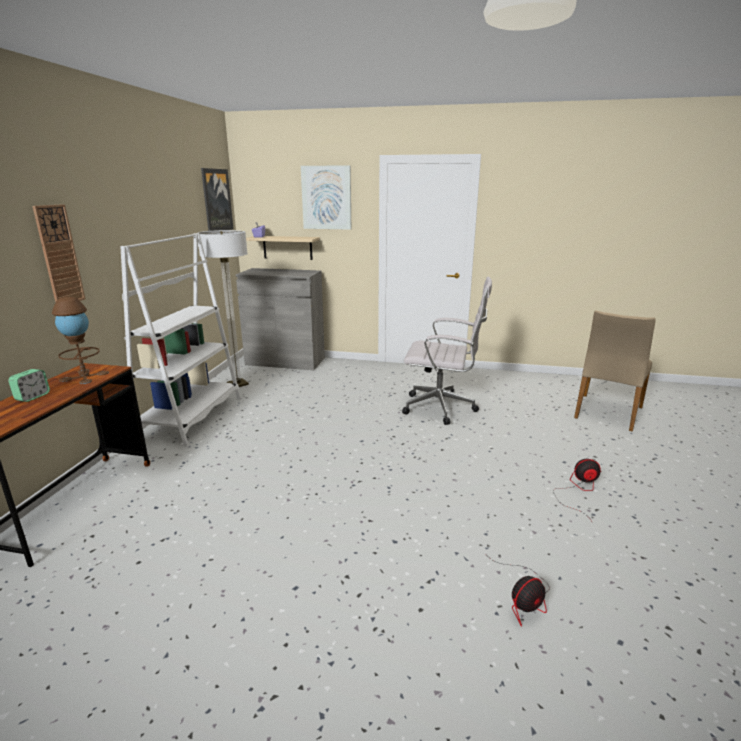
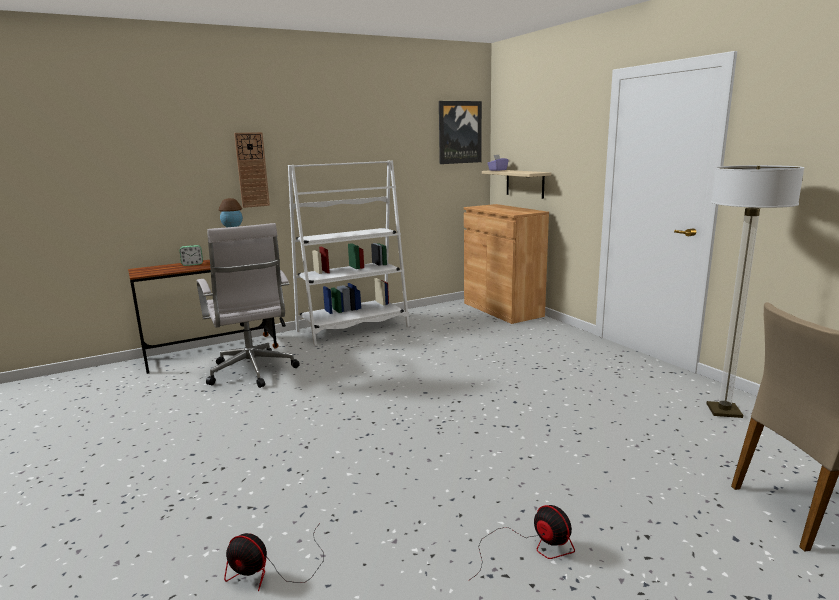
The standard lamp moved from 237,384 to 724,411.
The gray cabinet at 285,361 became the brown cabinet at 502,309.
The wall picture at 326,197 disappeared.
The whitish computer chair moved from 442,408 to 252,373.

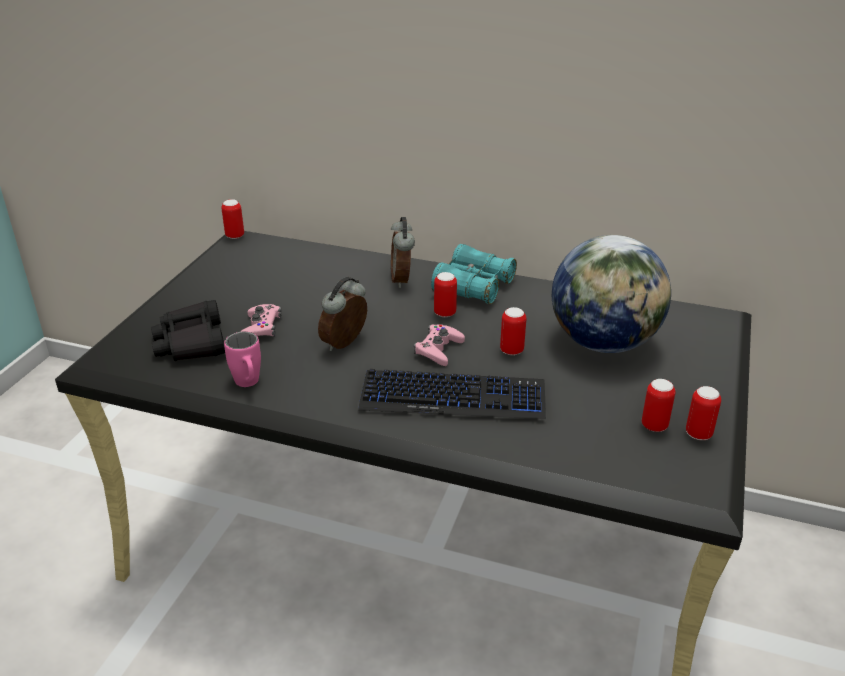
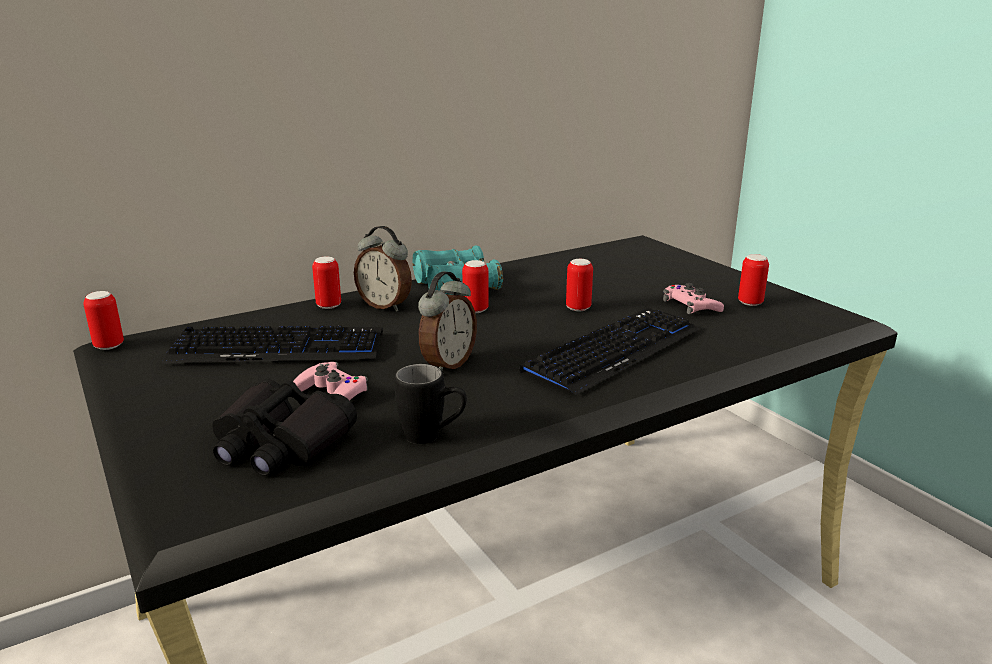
The pink-coloured mug at 248,385 became the black-coloured mug at 432,437.
The alarm clock at 346,344 turned 135 degrees counterclockwise.
The pink-coloured game controller moved from 438,349 to 691,306.
The world globe at 604,343 disappeared.
The sealed can moved from 698,434 to 329,305.
The keyboard at 278,349 appeared.

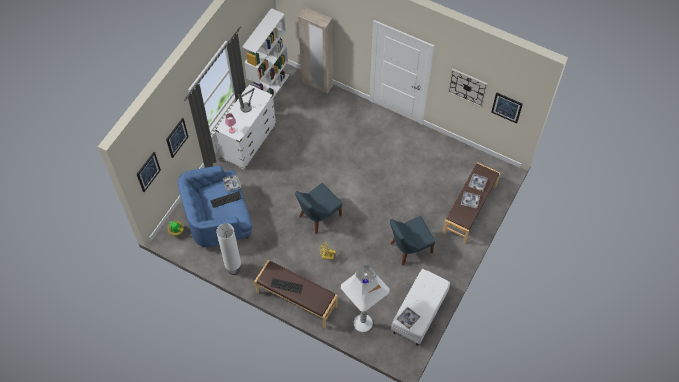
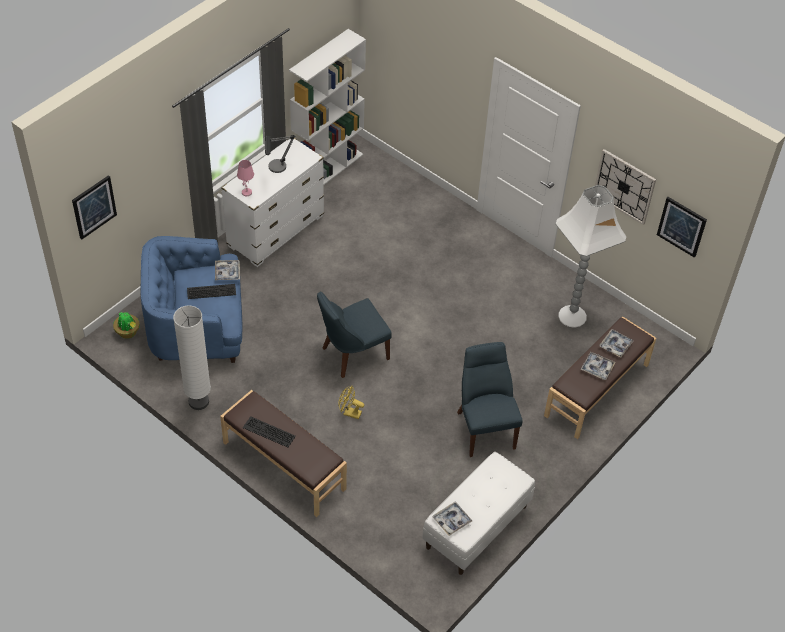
The wall picture at 176,137 disappeared.
The beige clothes cupboard at 317,84 disappeared.
The whitish standard lamp moved from 363,323 to 573,316.
The blue-coloured chair at 409,248 turned 90 degrees clockwise.

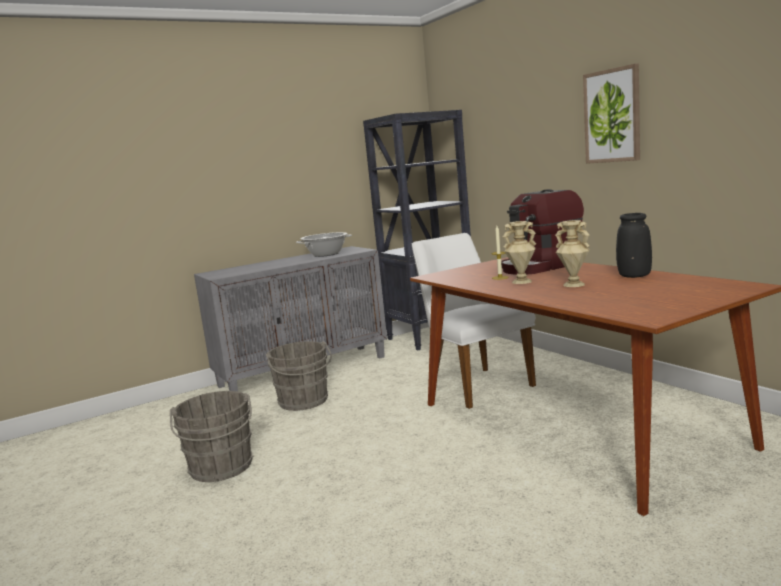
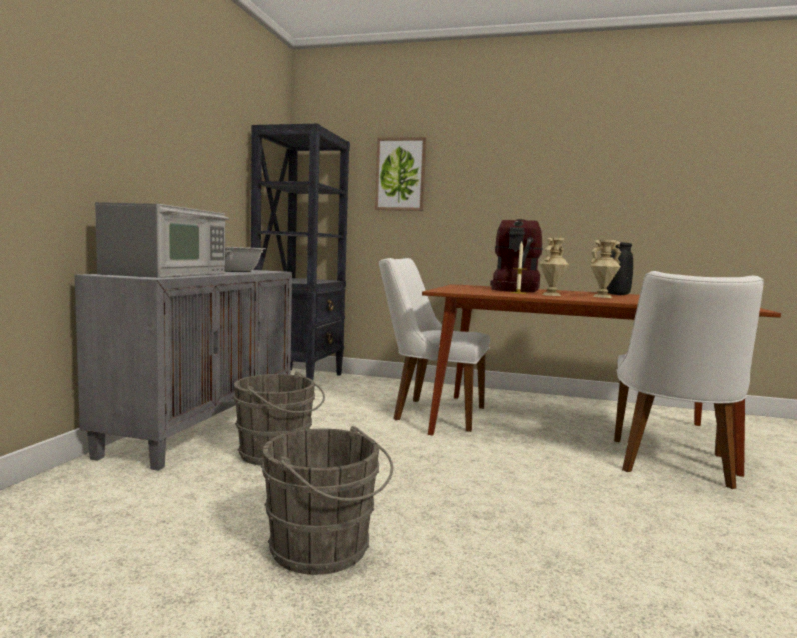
The wall picture moved from 612,116 to 400,174.
The microwave oven at 169,274 appeared.
The whitish chair at 672,466 appeared.

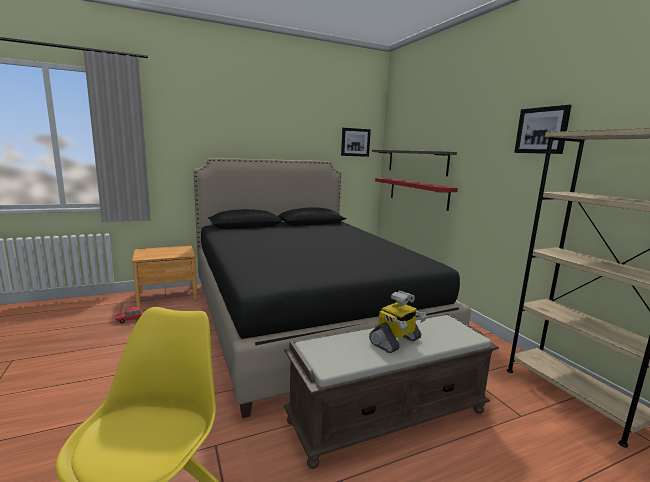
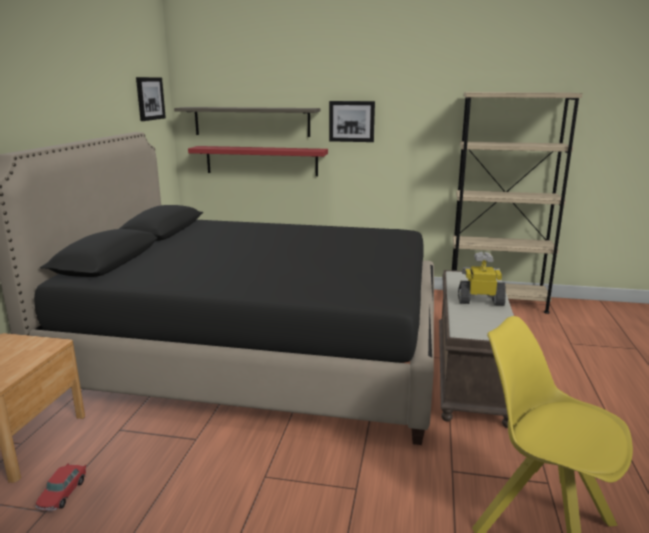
The toy robot at 395,341 turned 75 degrees counterclockwise.
The wall picture moved from 542,130 to 351,121.

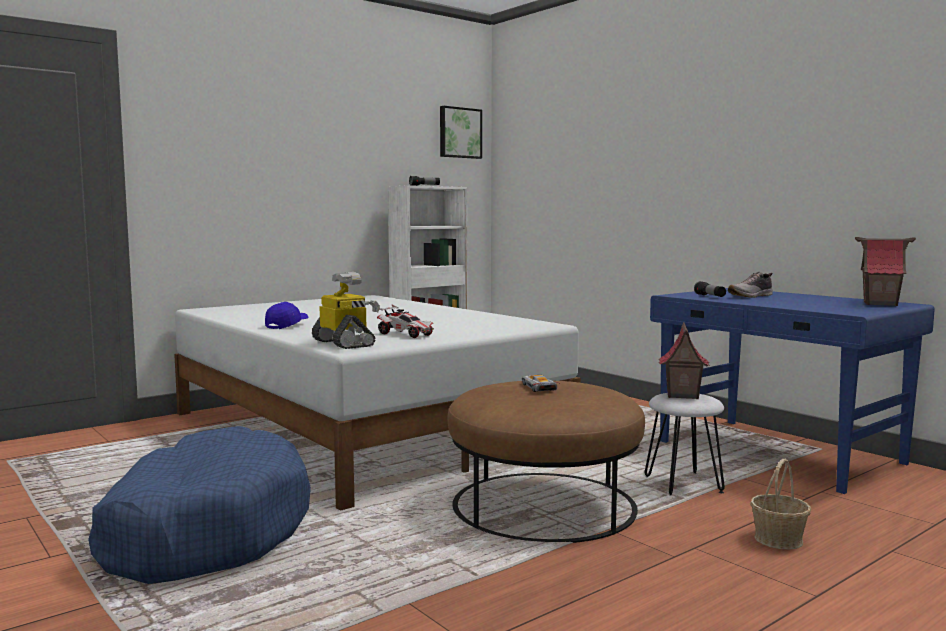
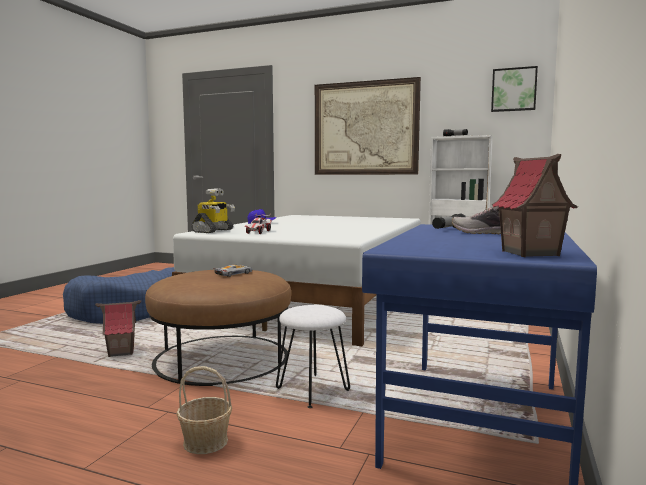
The miniature house moved from 682,395 to 121,353.
The wall picture at 365,128 appeared.

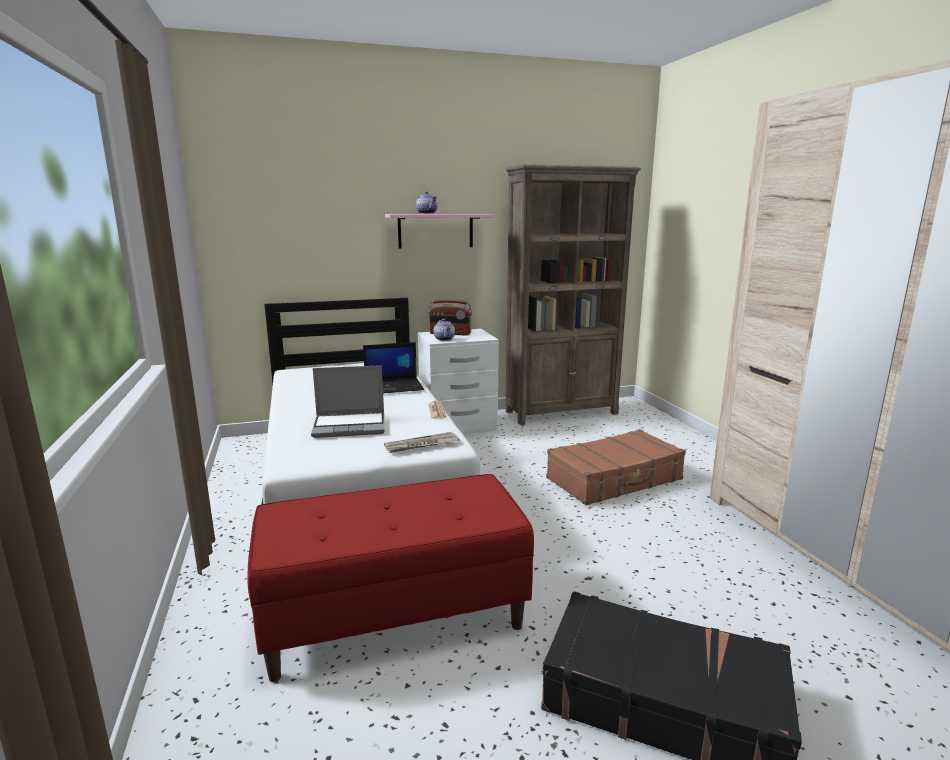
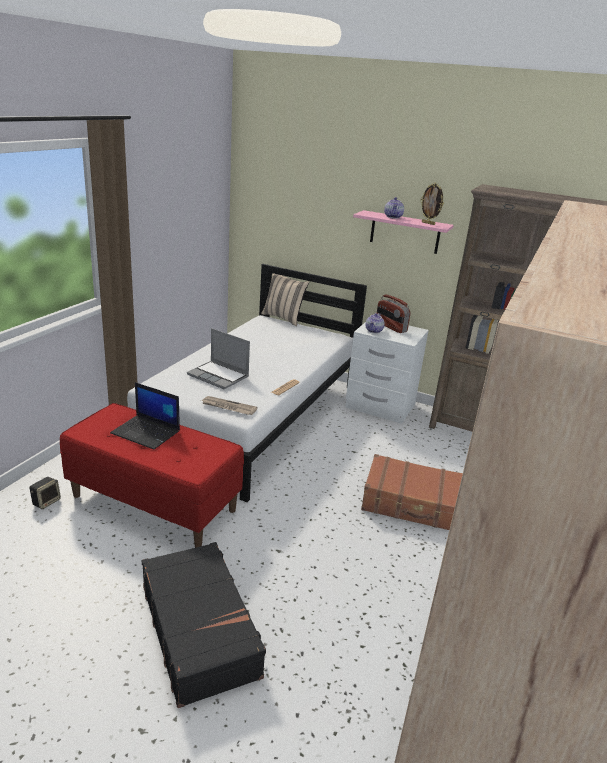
The portable computer moved from 394,386 to 147,432.
The loudspeaker at 46,501 appeared.
The beige pillow at 283,318 appeared.
The picture frame at 428,223 appeared.

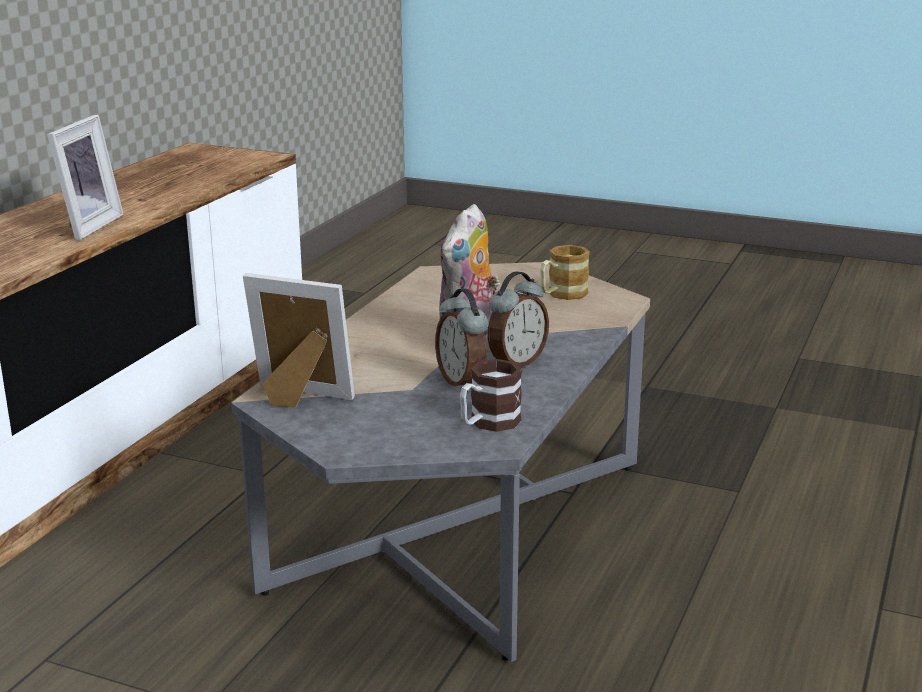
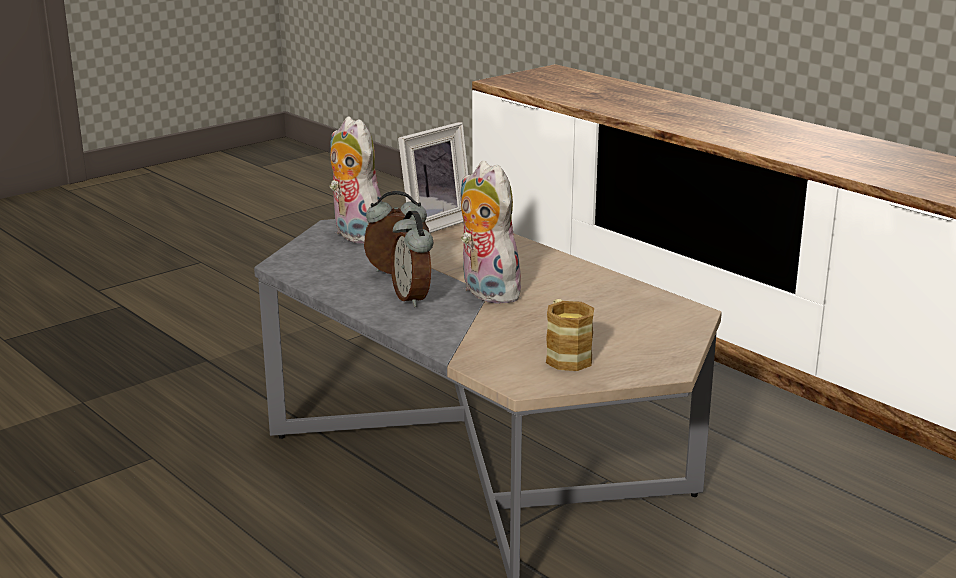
The picture frame at 85,226 disappeared.
The mug at 488,423 disappeared.
The plush toy at 354,235 appeared.

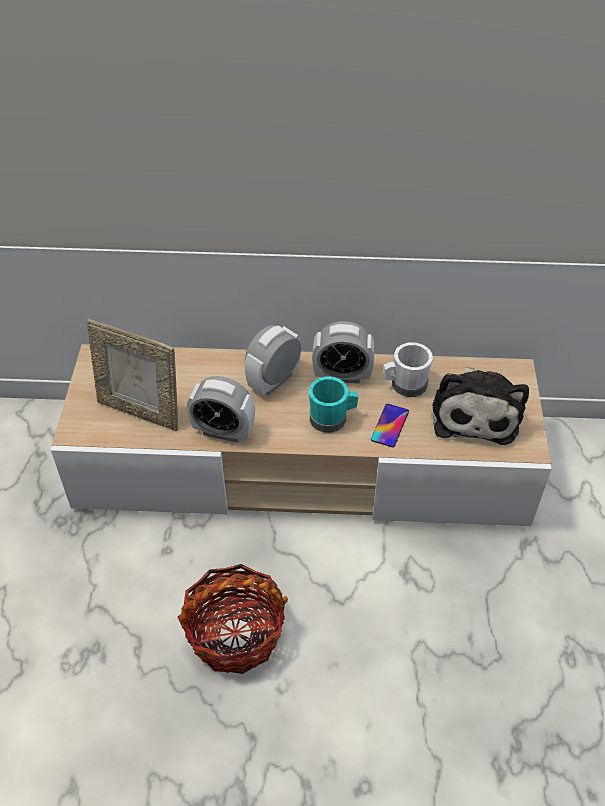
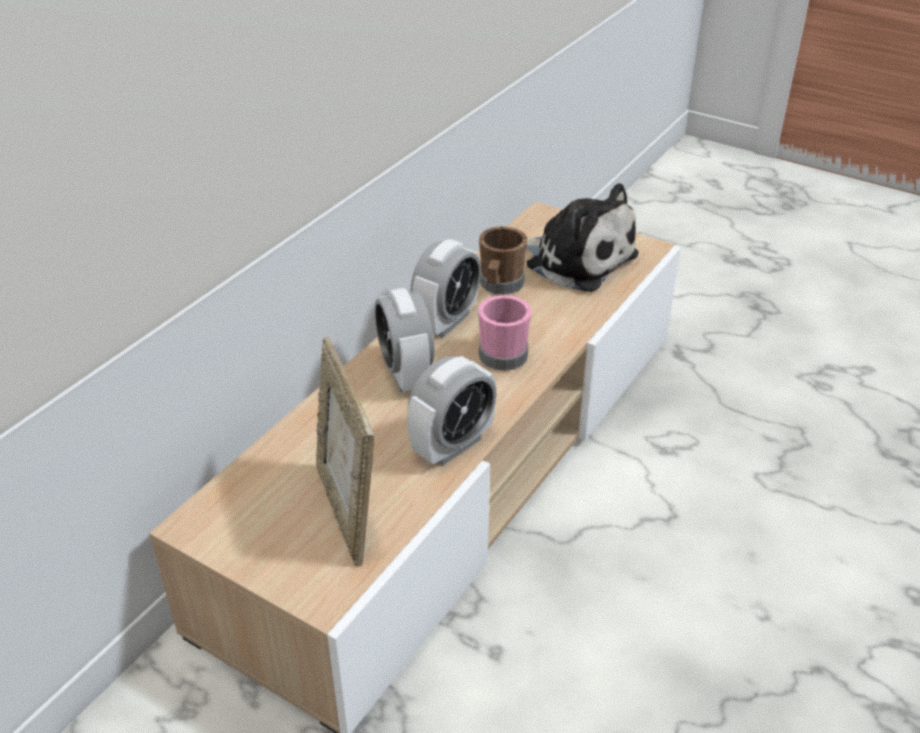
The picture frame at 141,411 turned 105 degrees clockwise.
The household basket at 235,633 disappeared.
The blue-green mug at 332,418 became the pink-coloured mug at 505,352.
The phone at 389,425 disappeared.
The whitish mug at 405,385 became the brown mug at 500,286.

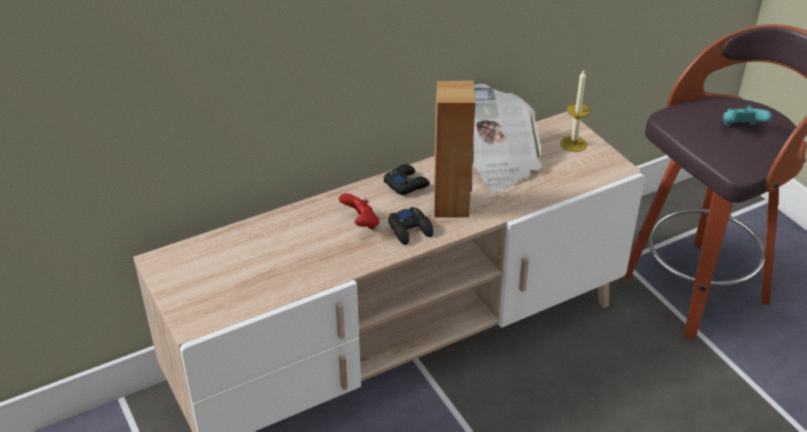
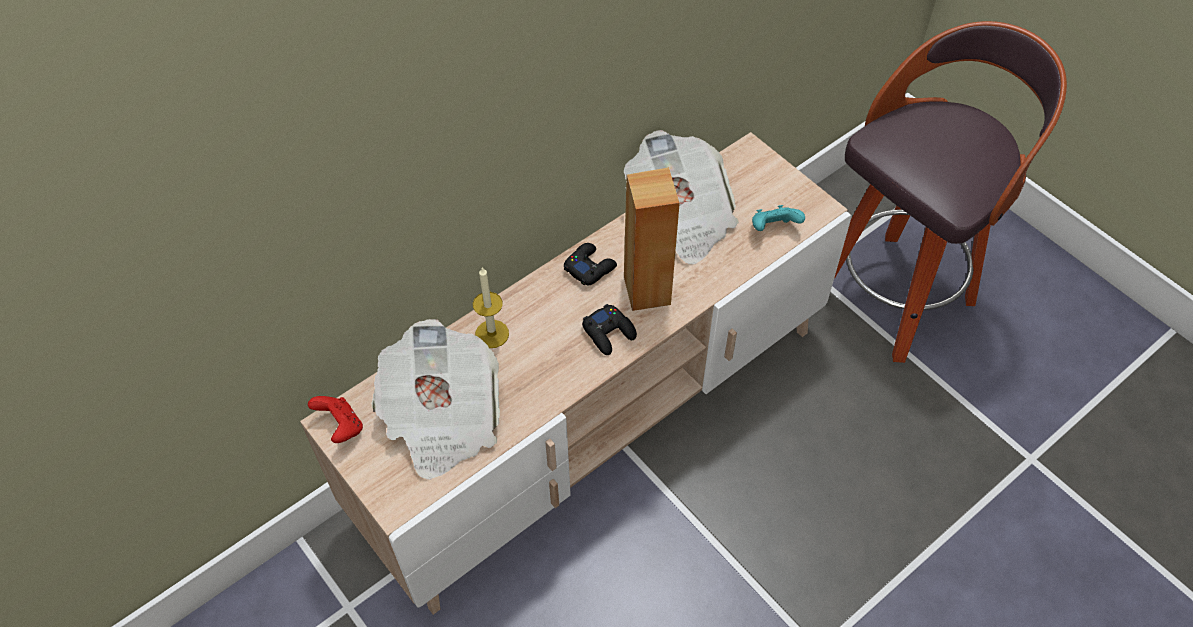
The reddish game controller moved from 361,223 to 341,427.
The candle moved from 573,144 to 492,334.
The blue-green game controller moved from 741,128 to 773,228.
The printed paper at 441,418 appeared.

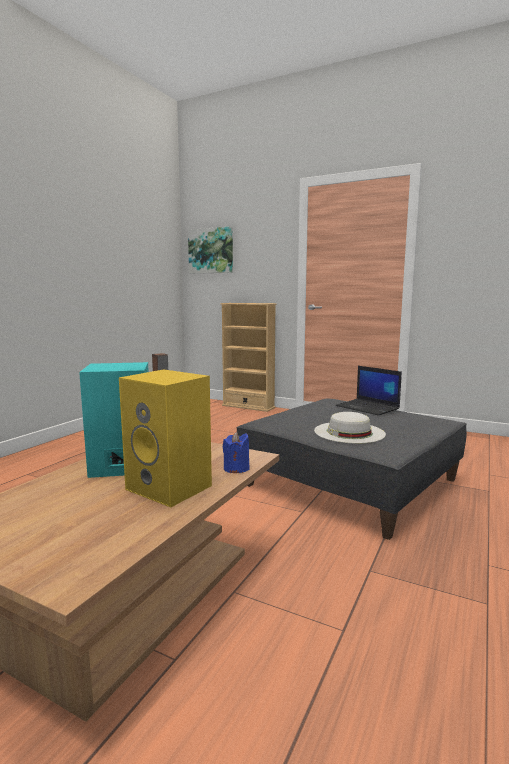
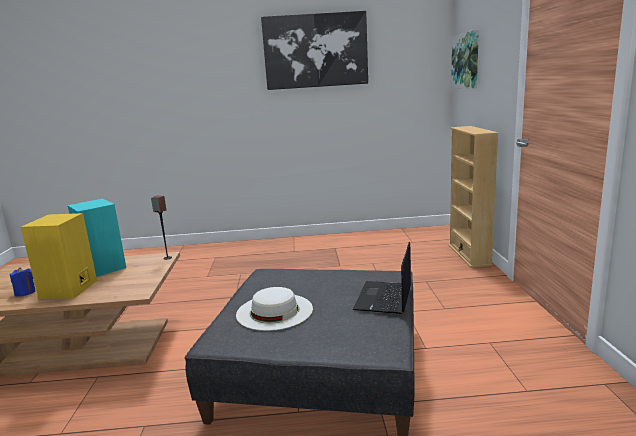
The blue-coloured candle moved from 236,468 to 25,292.
The wall picture at 315,51 appeared.

